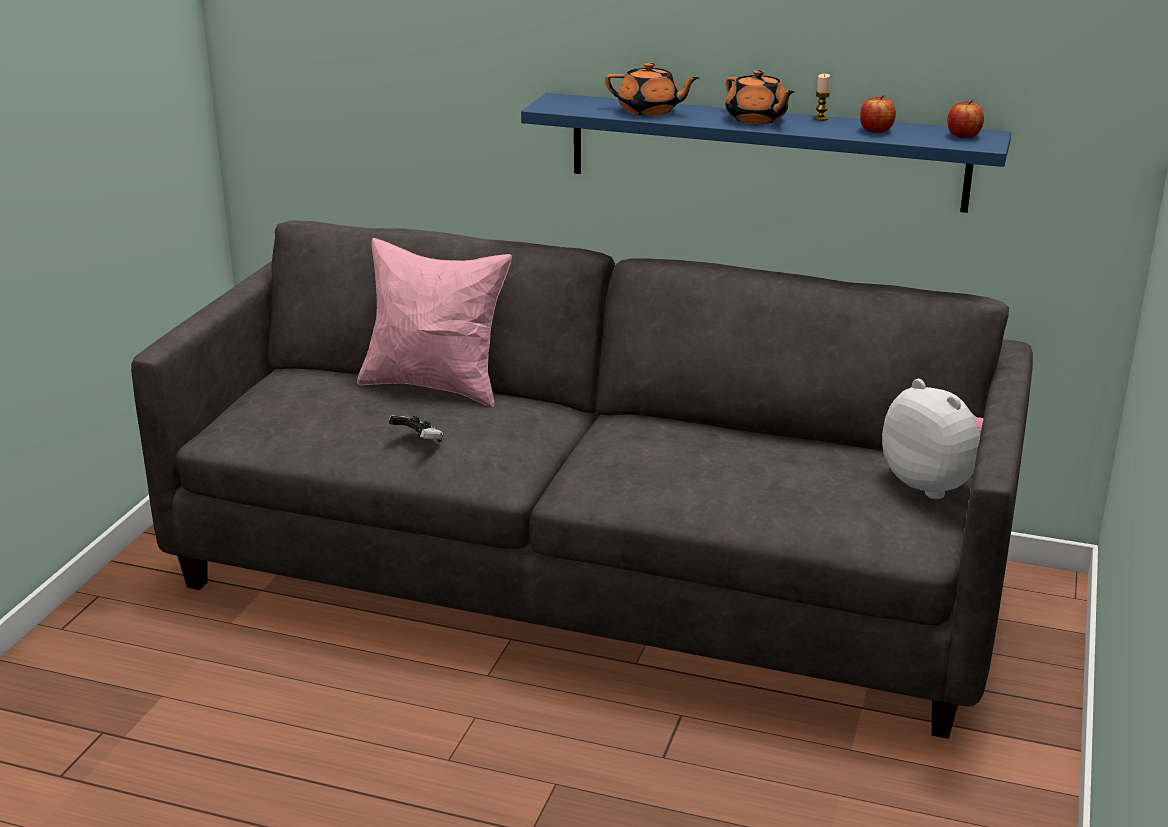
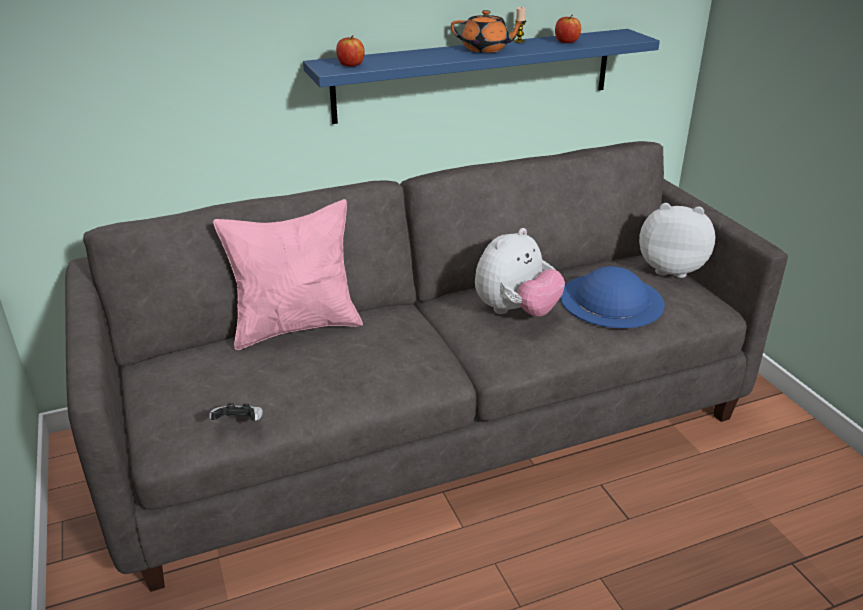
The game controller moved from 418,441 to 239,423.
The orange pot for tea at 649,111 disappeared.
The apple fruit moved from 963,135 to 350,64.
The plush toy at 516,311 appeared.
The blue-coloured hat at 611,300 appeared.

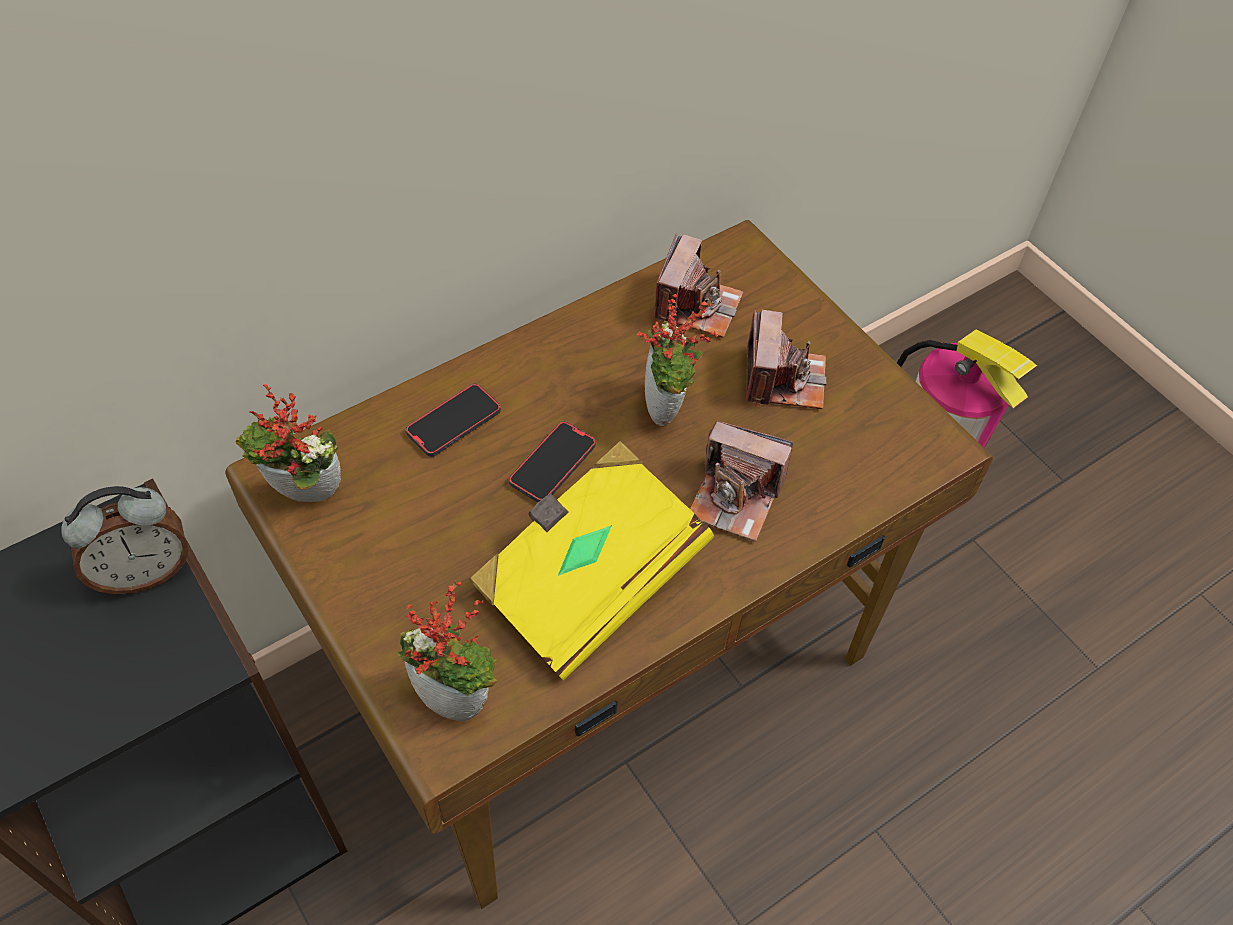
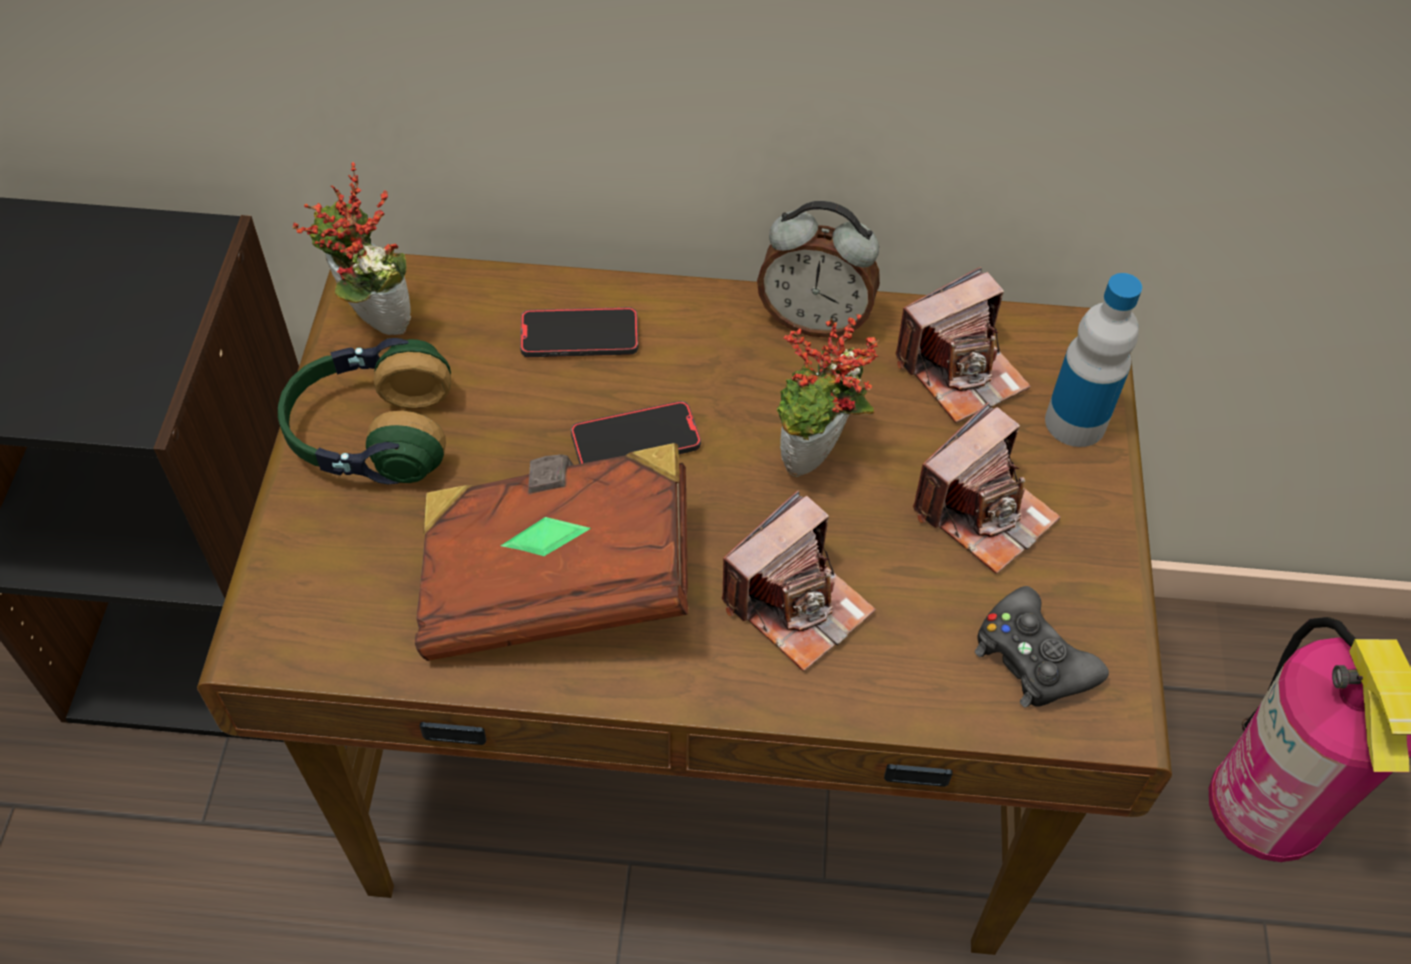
The alarm clock moved from 145,572 to 814,319.
The plant in a pot at 458,698 disappeared.
The yellowish volume at 588,579 became the brown volume at 556,579.
The photo camera at 735,497 turned 105 degrees counterclockwise.
The pair of headphones at 371,435 appeared.
The black-coloured game controller at 1032,659 appeared.
The beverage bottle at 1075,422 appeared.

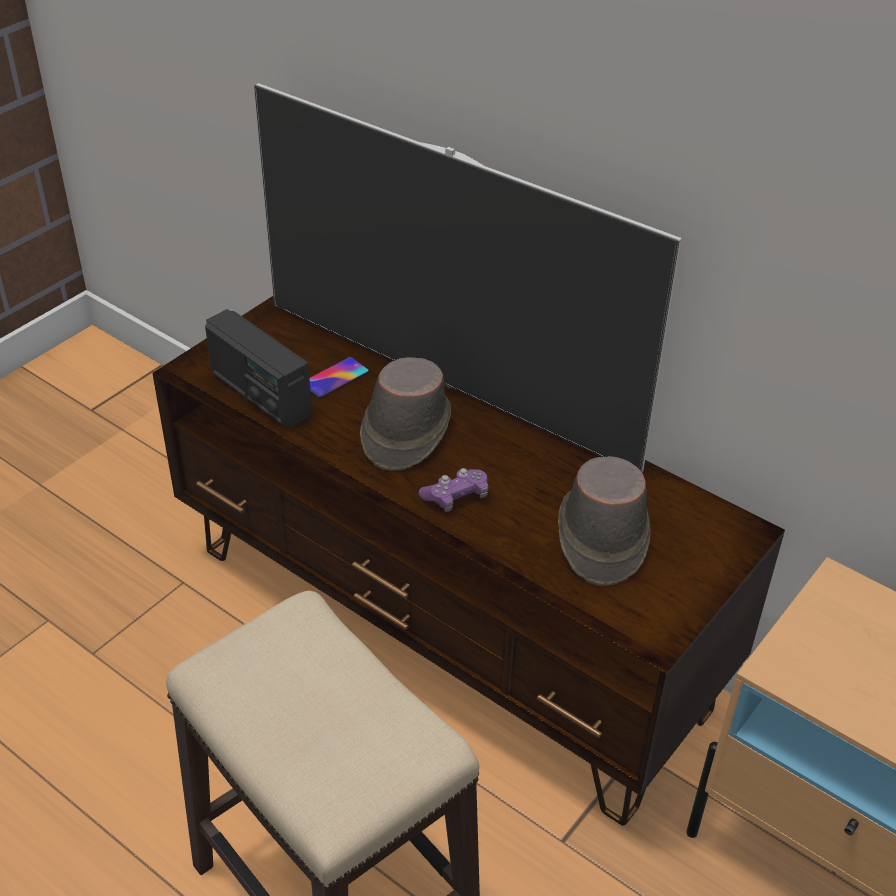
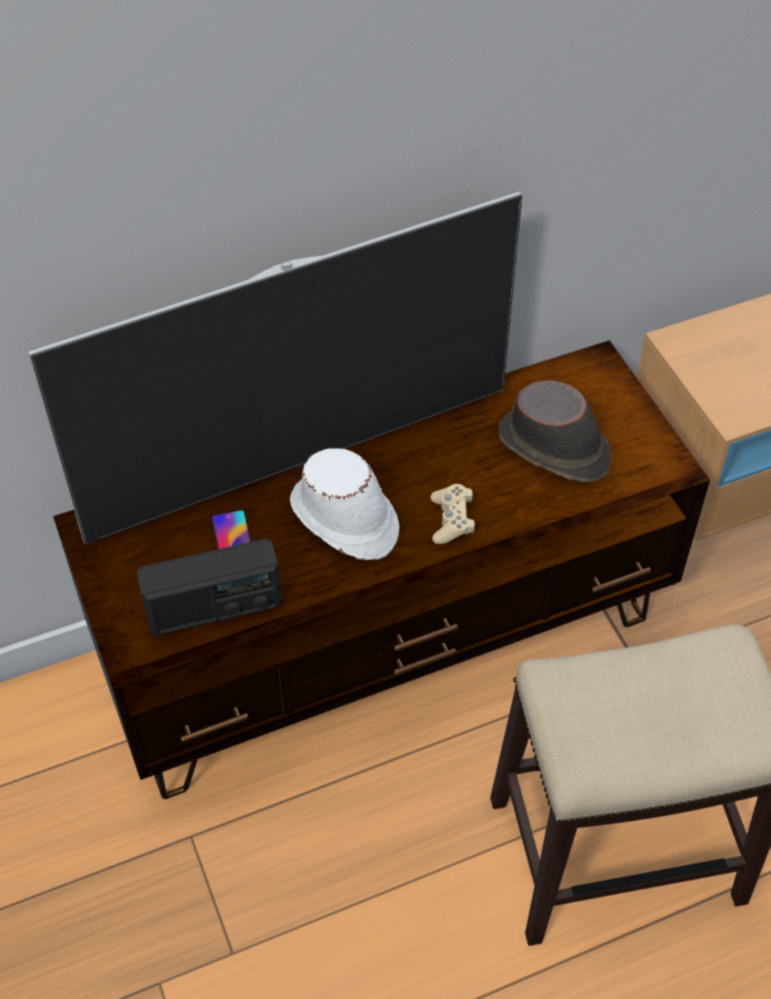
The brown hat at 405,431 became the whitish hat at 344,519.
The purple game controller at 456,497 became the beige game controller at 452,520.

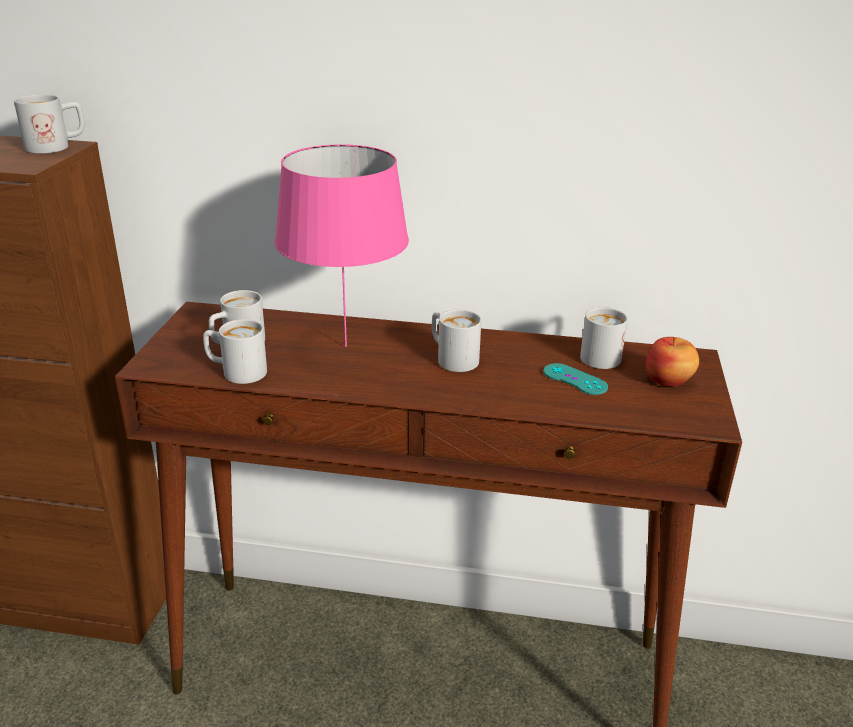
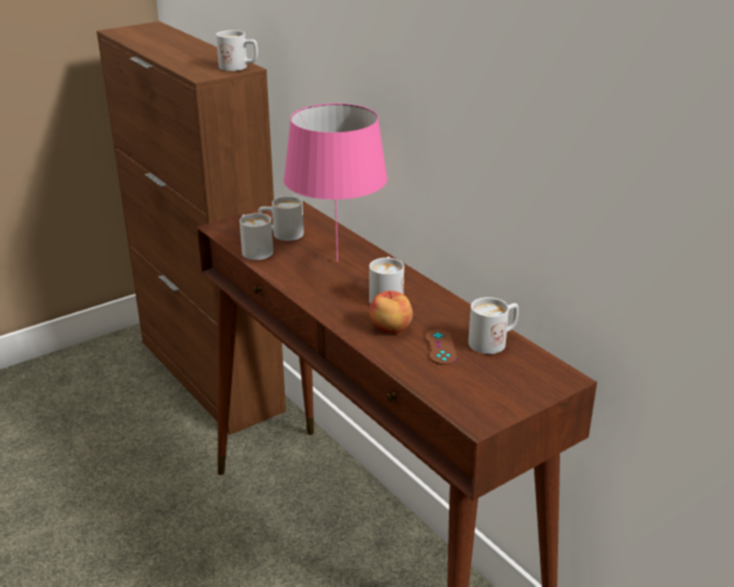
The blue-green game controller at 575,379 became the brown game controller at 440,347.
The apple fruit moved from 669,381 to 390,328.

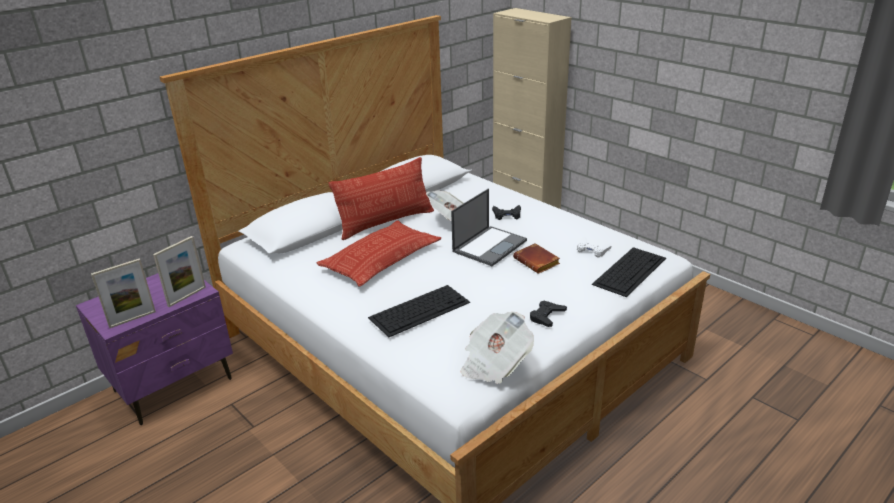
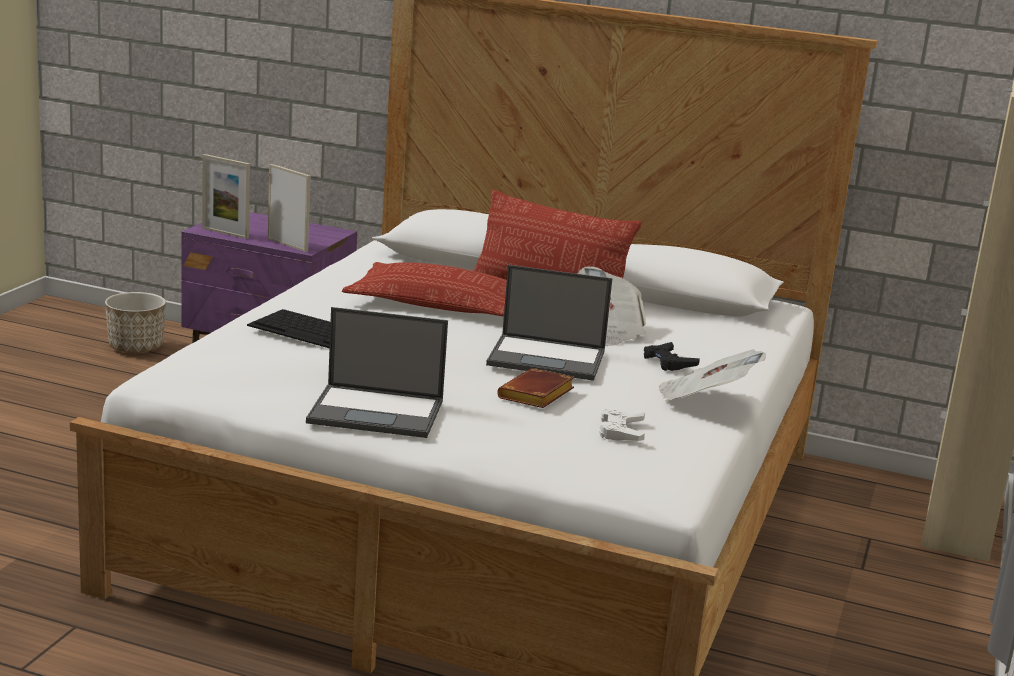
The picture frame at 187,296 turned 150 degrees counterclockwise.
The printed paper moved from 494,363 to 705,400.
The black-coloured game controller at 546,316 was replaced by the portable computer at 378,412.
The keyboard at 630,270 disappeared.
The planter at 136,347 appeared.

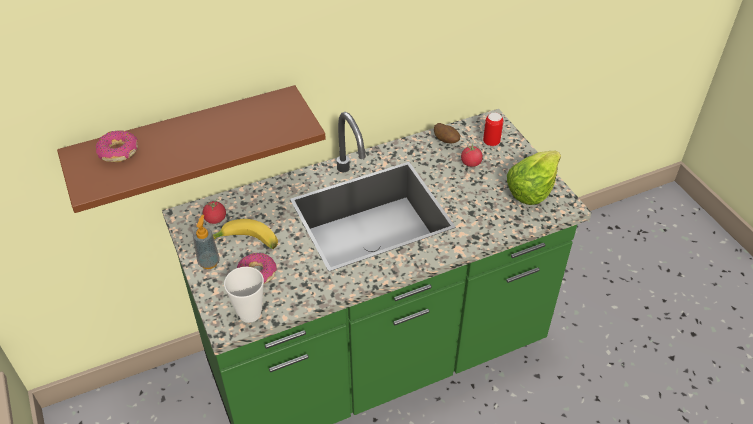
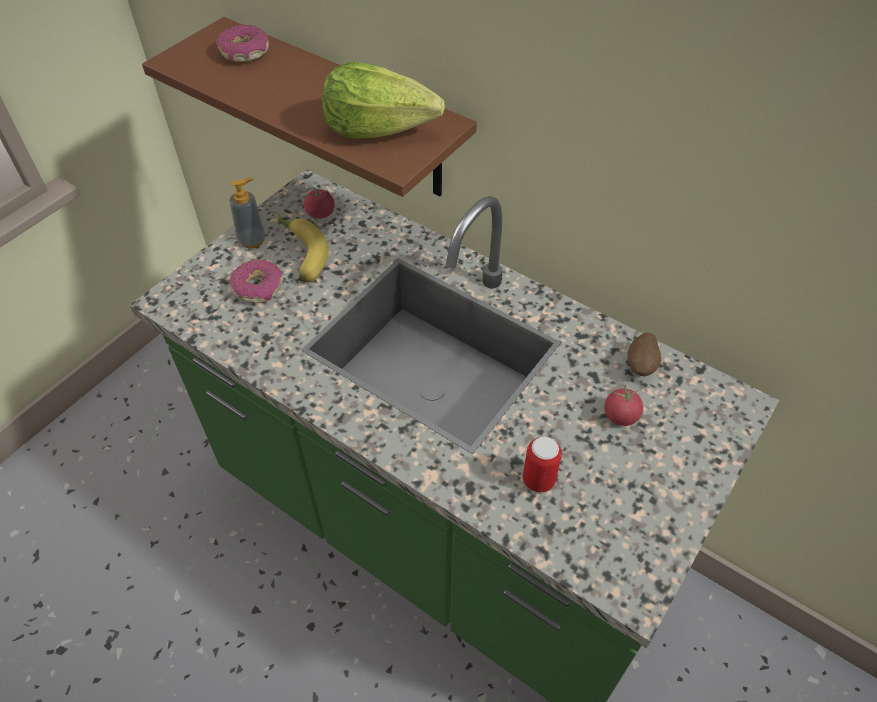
The cup at 250,313 disappeared.
The sealed can moved from 491,142 to 538,480.
The lettuce head moved from 531,188 to 379,128.

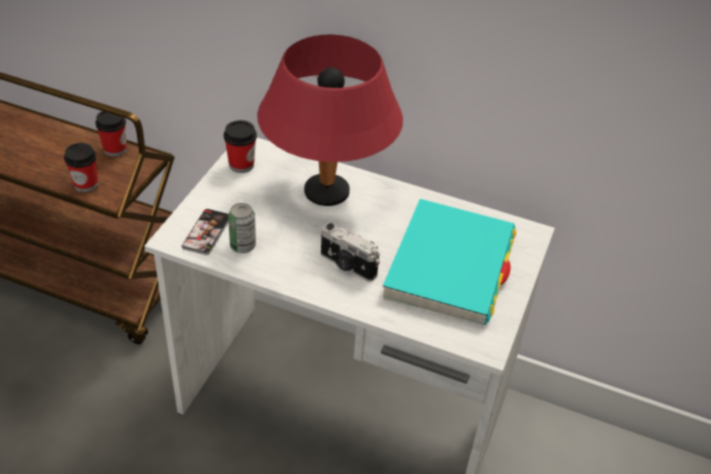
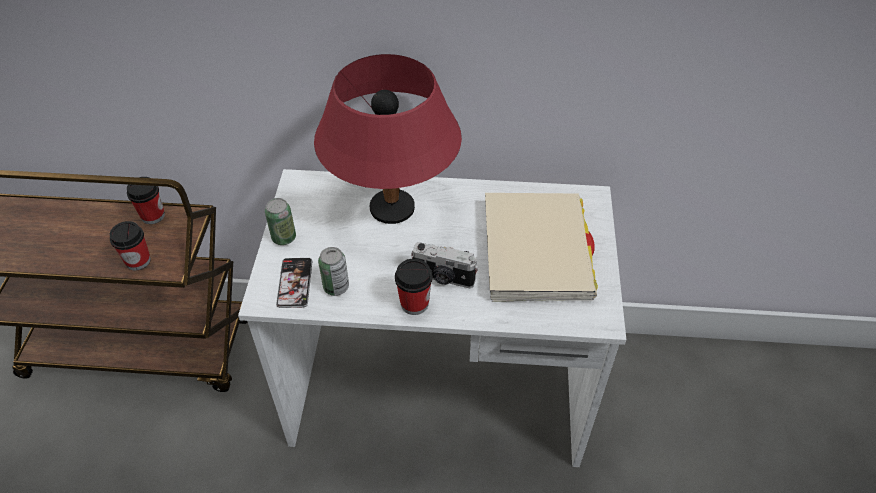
The cup moved from 241,165 to 414,303.
The blue-green volume at 450,266 became the beige volume at 536,250.
The sealed can at 284,237 appeared.

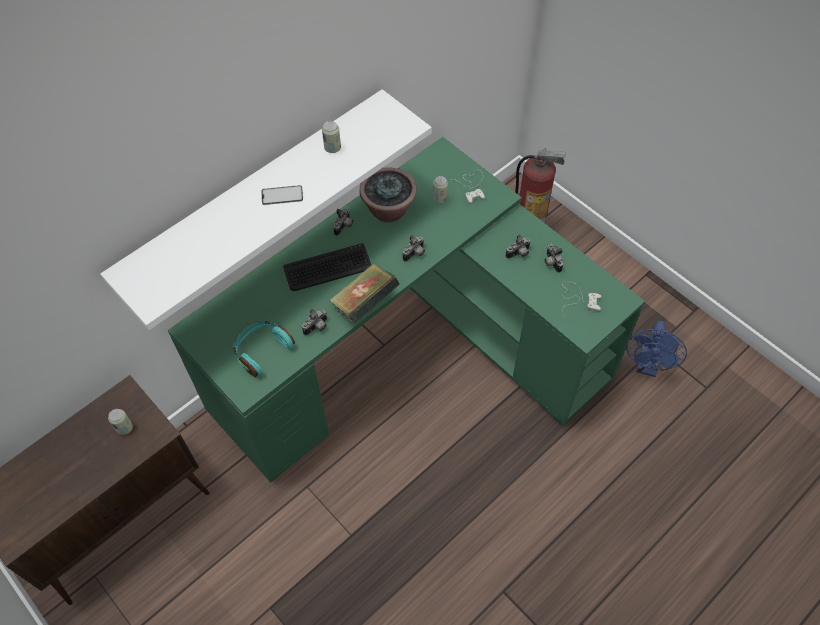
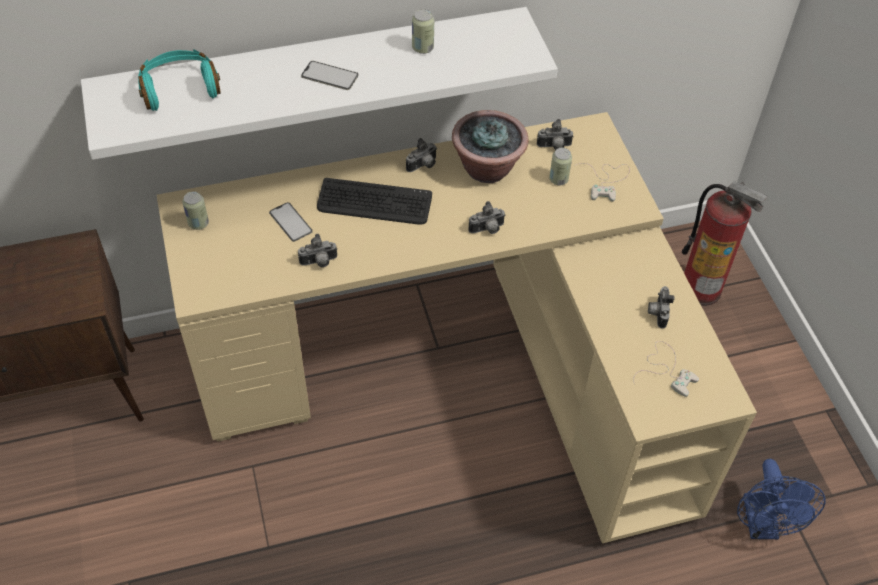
The sealed can moved from 124,428 to 198,223.
The green desk at 408,352 became the beige desk at 462,369.
The blue-green pair of headphones moved from 262,351 to 179,88.
The volume at 365,304 disappeared.
The photo camera moved from 519,254 to 554,147.
The blue-coloured fan at 647,366 turned 45 degrees counterclockwise.
The phone at 290,222 appeared.

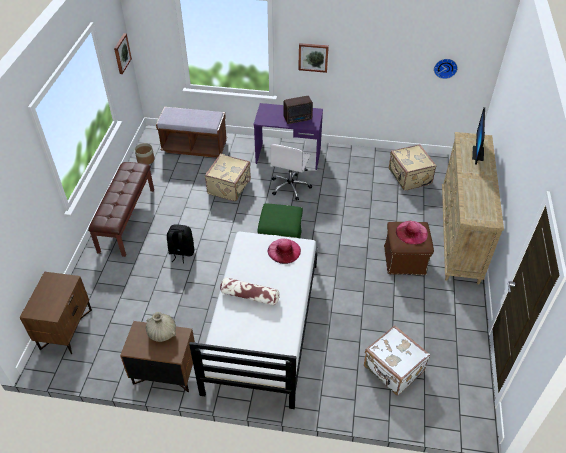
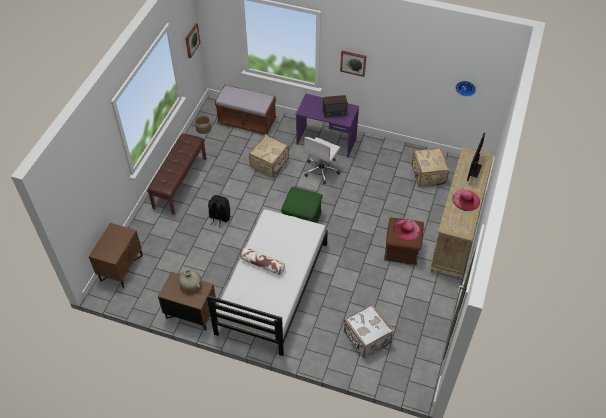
The pink-coloured hat moved from 284,251 to 466,200.

